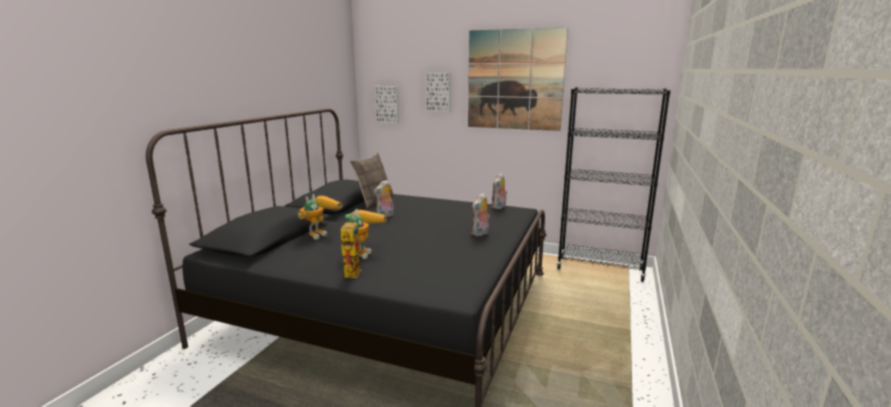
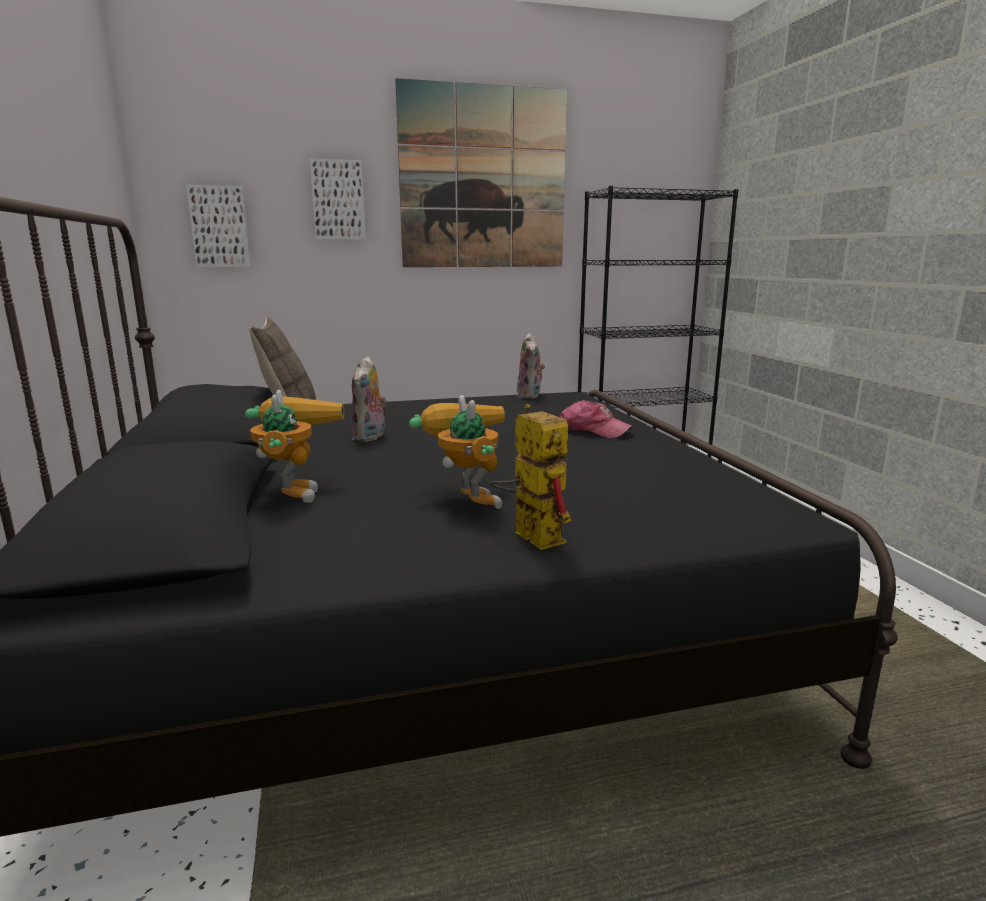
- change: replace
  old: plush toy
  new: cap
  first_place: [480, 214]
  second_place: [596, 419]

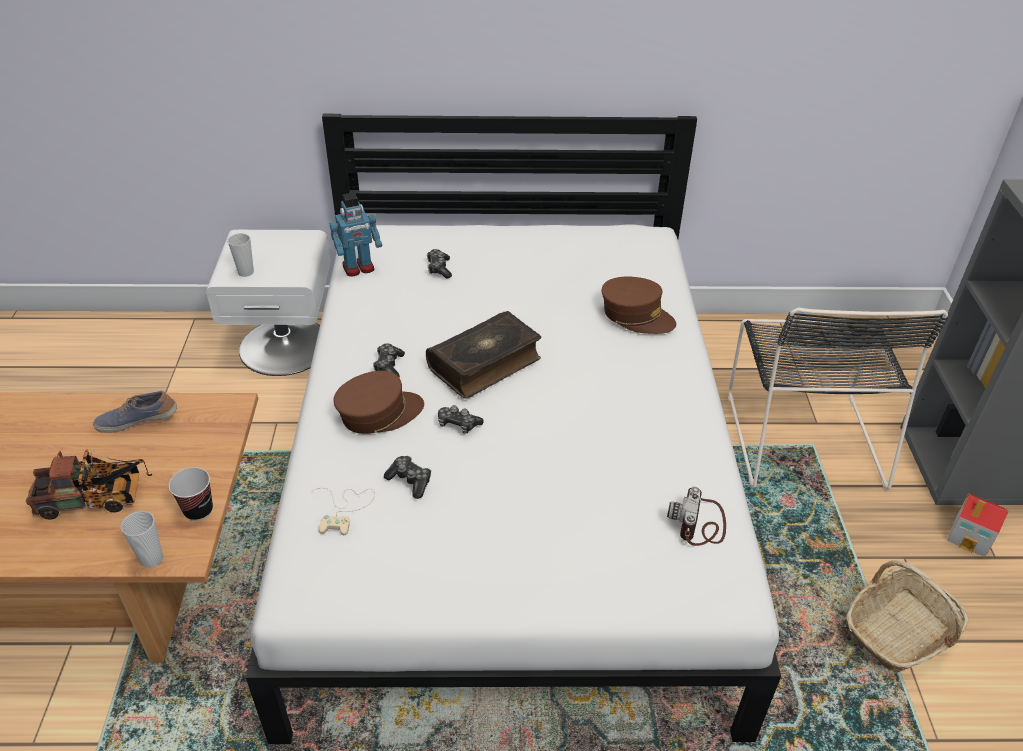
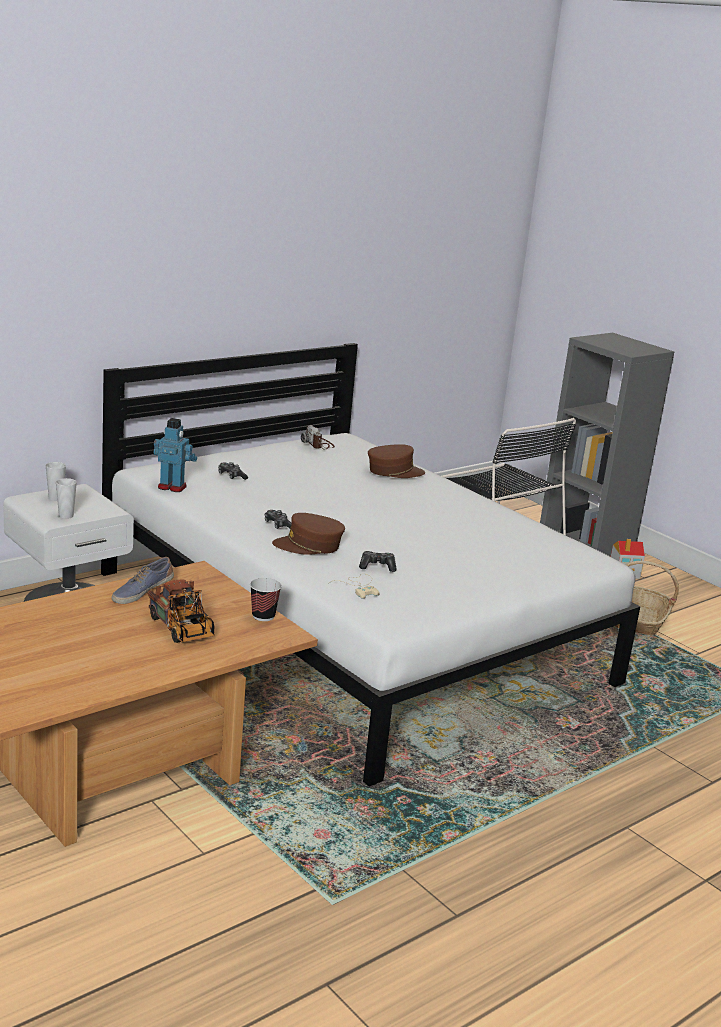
- change: move
  old: cup
  first_place: [141, 539]
  second_place: [56, 481]
- change: rotate
  old: toy truck
  first_place: [89, 485]
  second_place: [181, 611]
  degrees: 105
- change: rotate
  old: toy robot
  first_place: [356, 234]
  second_place: [175, 455]
  degrees: -105
- change: rotate
  old: brown cap
  first_place: [378, 402]
  second_place: [308, 534]
  degrees: -120
- change: move
  old: photo camera
  first_place: [696, 516]
  second_place: [318, 437]
- change: delete
  old: book
  first_place: [483, 355]
- change: delete
  old: game controller
  first_place: [461, 419]

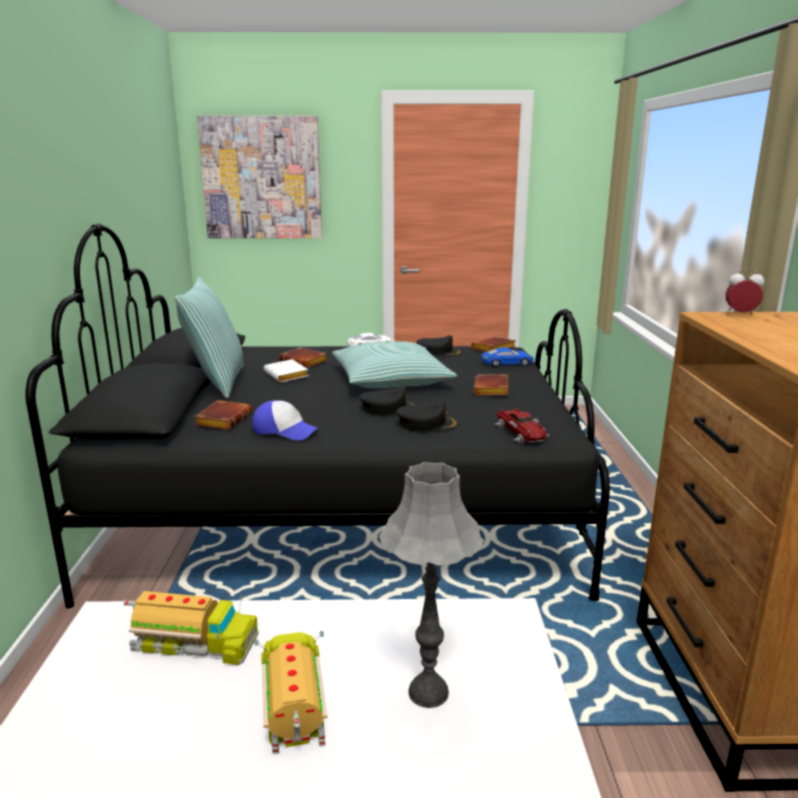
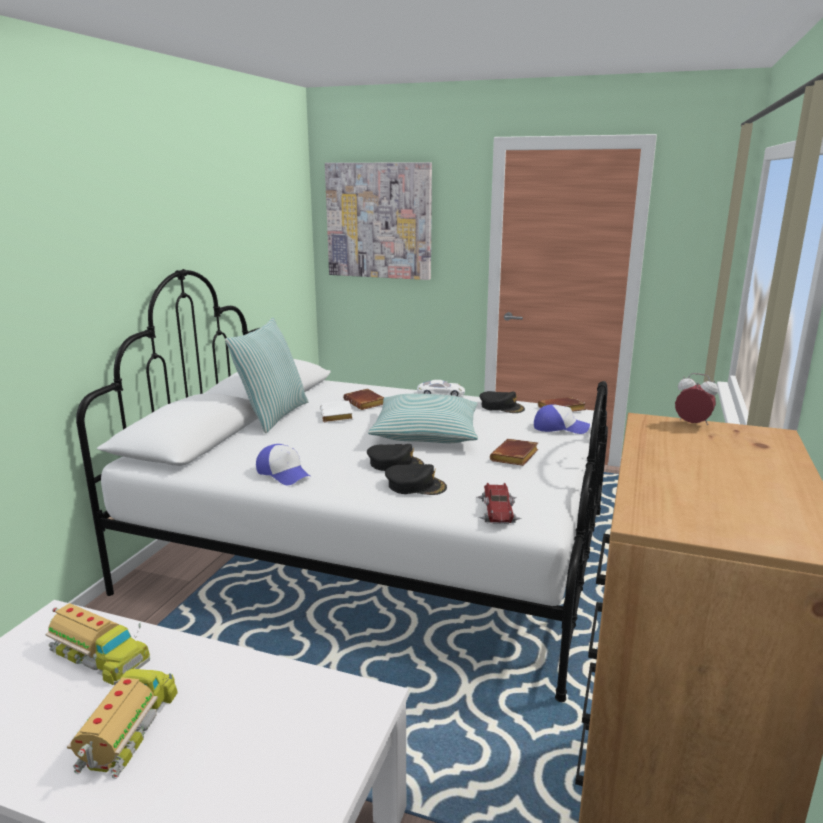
- change: recolor
  old: black bed
  new: white bed
  first_place: [317, 416]
  second_place: [342, 485]
- change: replace
  old: blue toy car
  new: cap
  first_place: [507, 357]
  second_place: [562, 419]
- change: delete
  old: brown book
  first_place: [223, 415]
- change: delete
  old: grey table lamp
  first_place: [431, 585]

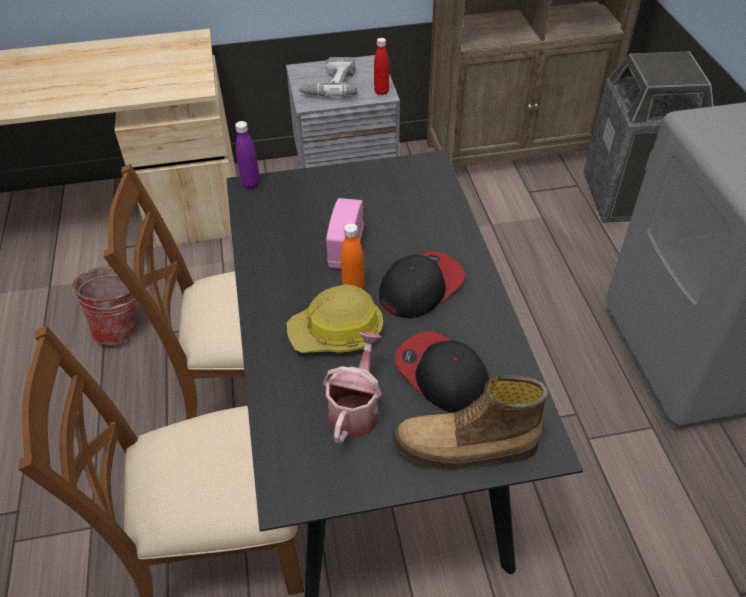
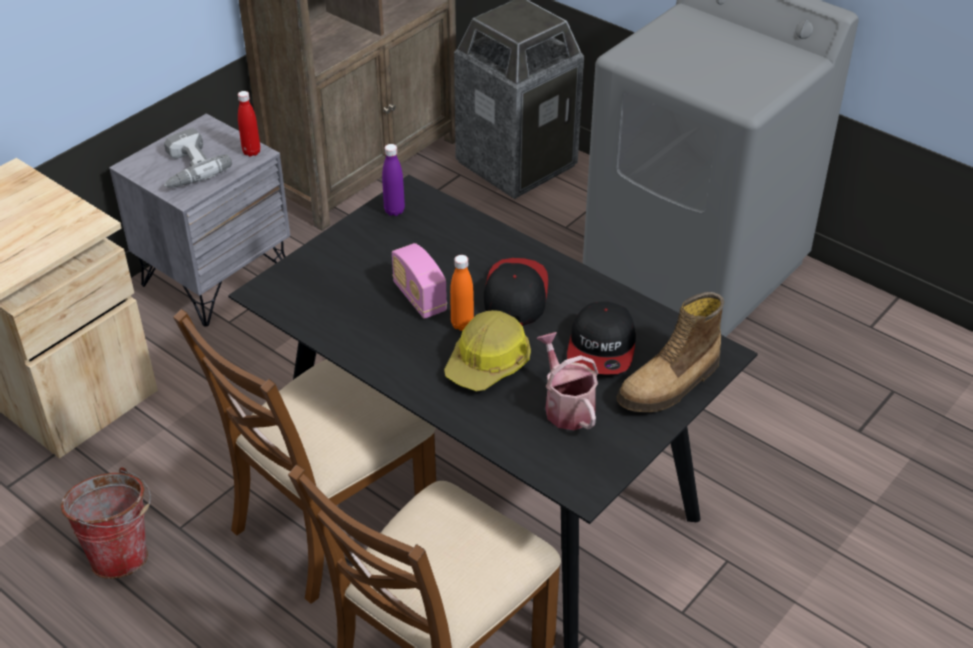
- change: move
  old: purple bottle
  first_place: [247, 155]
  second_place: [393, 180]
- change: rotate
  old: cap
  first_place: [442, 372]
  second_place: [601, 337]
  degrees: -90

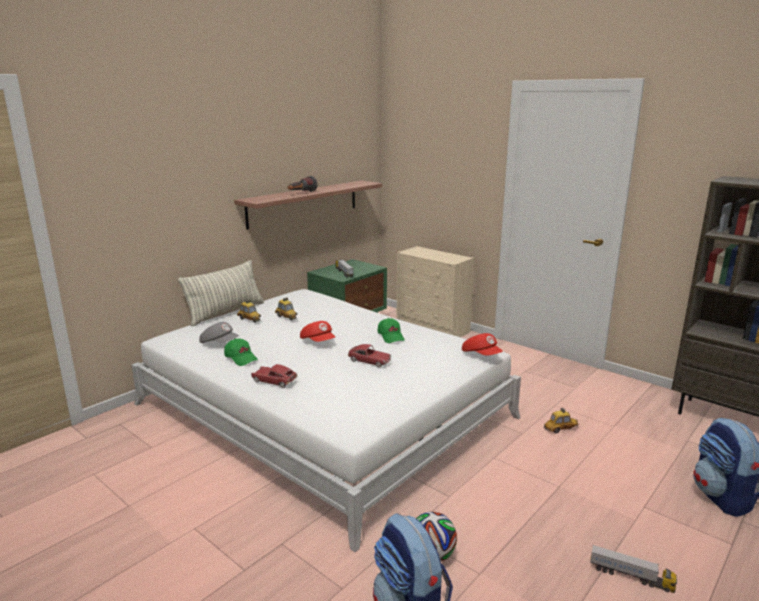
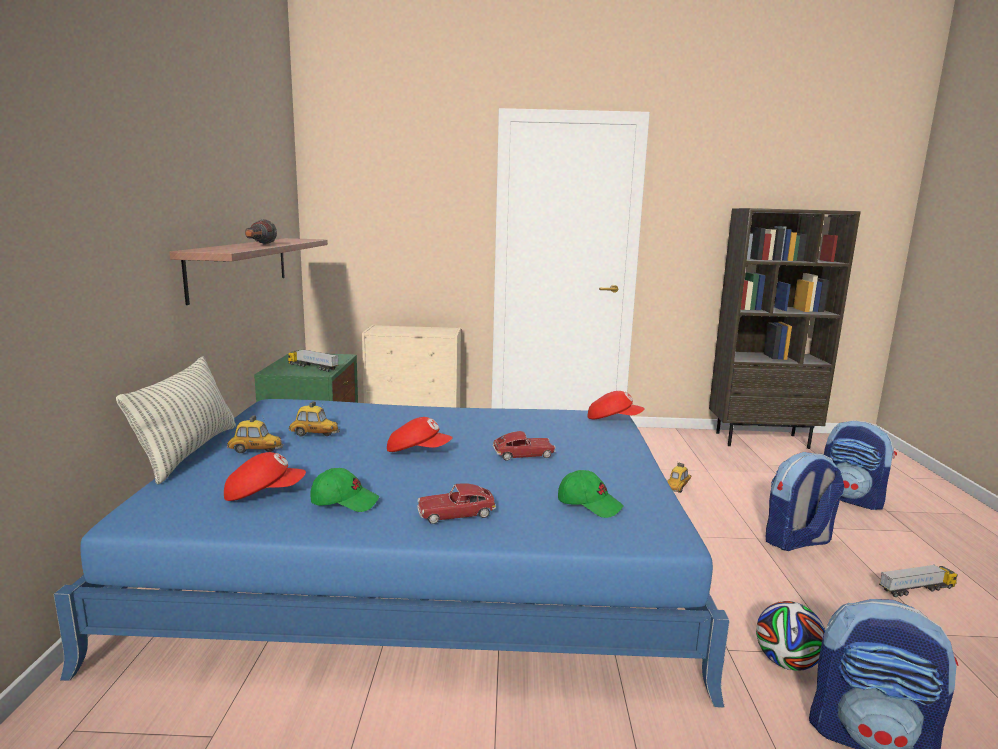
- change: recolor
  old: white bed
  new: blue bed
  first_place: [326, 420]
  second_place: [392, 553]
- change: recolor
  old: grey cap
  new: red cap
  first_place: [219, 332]
  second_place: [265, 476]
- change: move
  old: green cap
  first_place: [391, 330]
  second_place: [591, 494]
- change: insert
  new: backpack
  second_place: [805, 501]

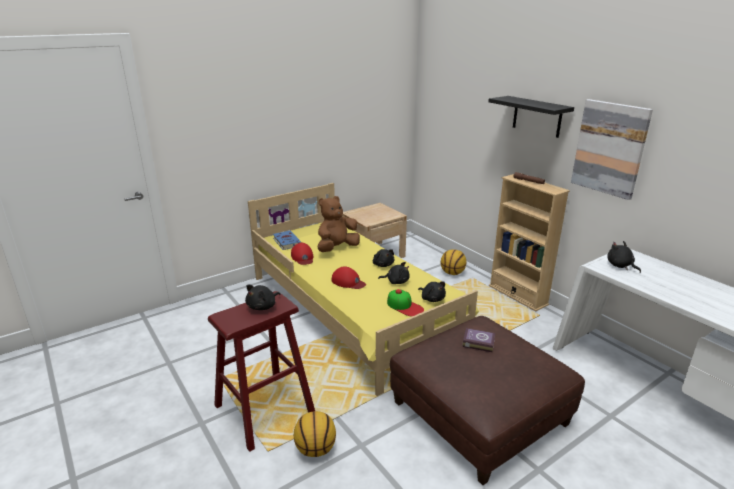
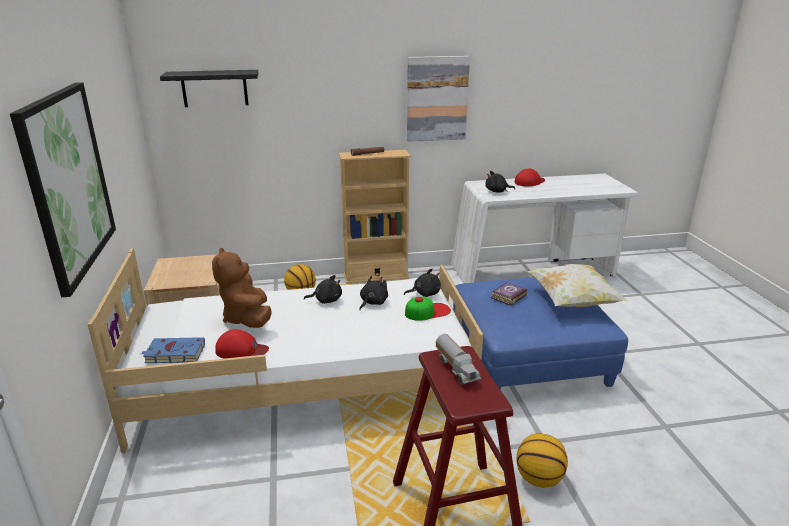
- change: insert
  new: picture
  second_place: [63, 189]
- change: recolor
  old: yellow bed
  new: white bed
  first_place: [363, 289]
  second_place: [285, 350]
- change: move
  old: black shelf
  first_place: [531, 117]
  second_place: [209, 88]
- change: replace
  old: black plush toy
  new: toy truck
  first_place: [262, 297]
  second_place: [458, 359]
- change: recolor
  old: brown ottoman
  new: blue ottoman
  first_place: [487, 400]
  second_place: [540, 333]
- change: move
  old: red cap
  first_place: [349, 277]
  second_place: [530, 178]
- change: insert
  new: pillow
  second_place: [577, 285]

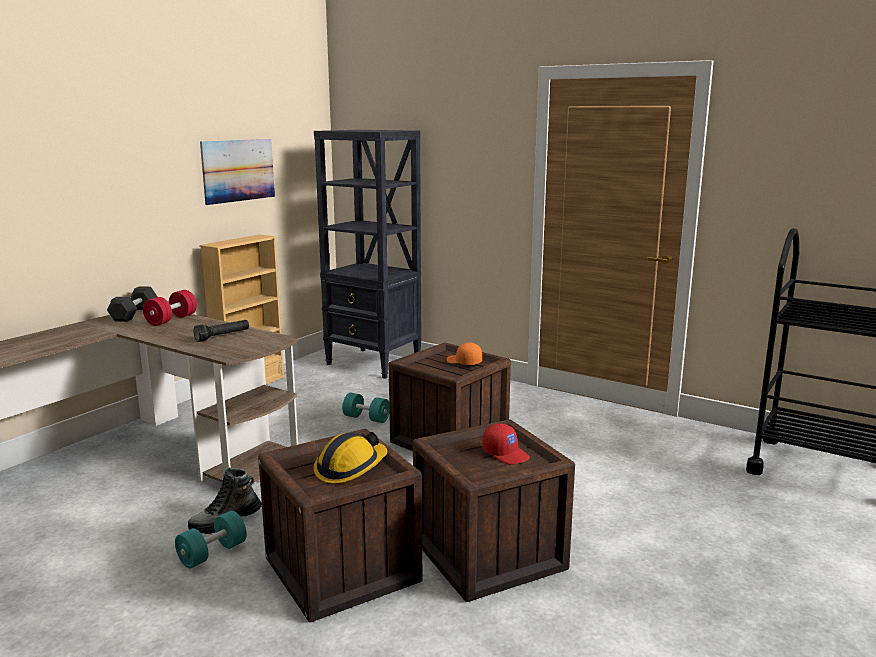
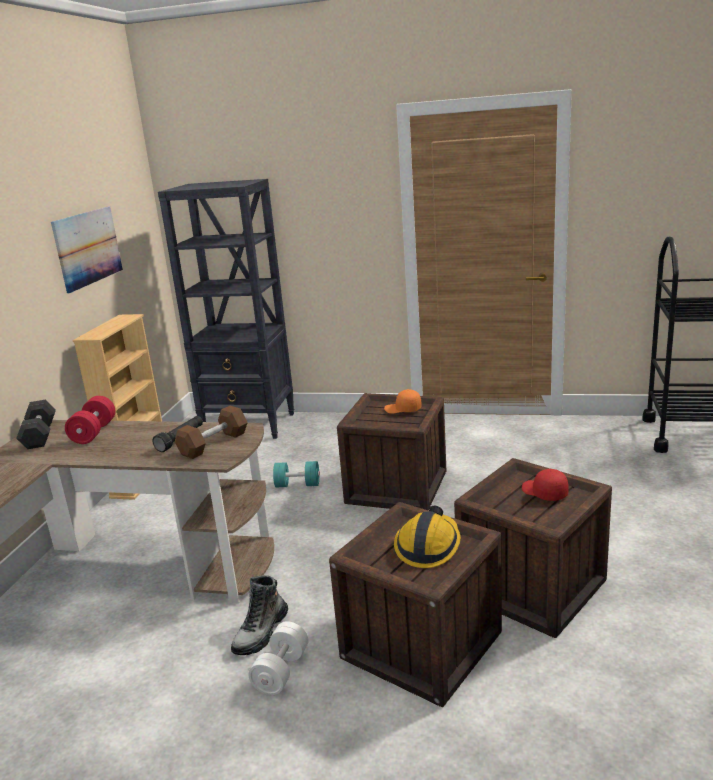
- change: insert
  new: brown dumbbell
  second_place: [211, 432]
- change: recolor
  old: turquoise dumbbell
  new: white dumbbell
  first_place: [211, 539]
  second_place: [278, 658]
- change: rotate
  old: red cap
  first_place: [506, 444]
  second_place: [545, 485]
  degrees: -150

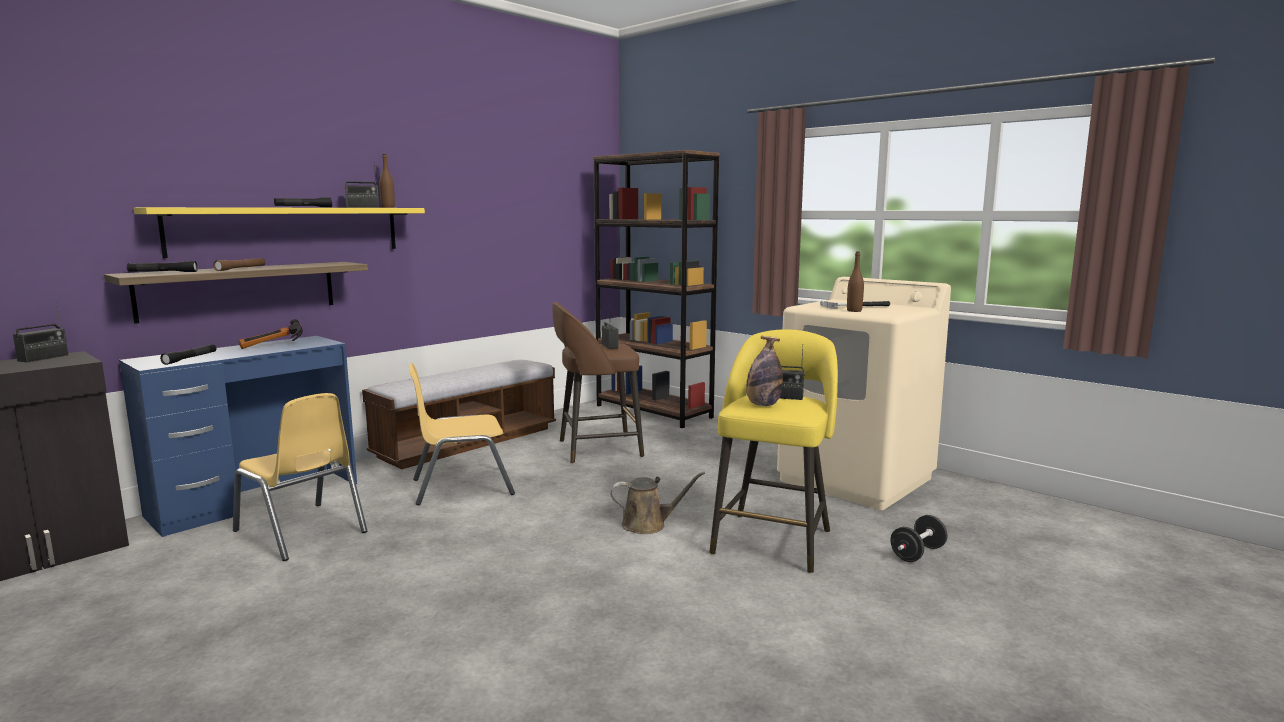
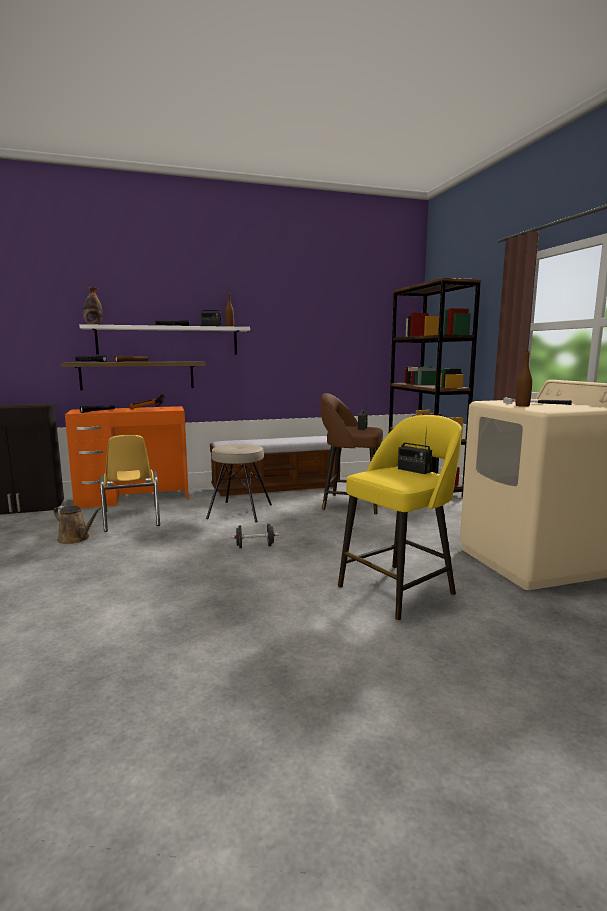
- change: move
  old: brown watering can
  first_place: [658, 503]
  second_place: [77, 524]
- change: recolor
  old: blue desk
  new: orange desk
  first_place: [238, 436]
  second_place: [127, 457]
- change: recolor
  old: yellow shelf
  new: white shelf
  first_place: [279, 232]
  second_place: [164, 339]
- change: move
  old: bottle
  first_place: [764, 371]
  second_place: [93, 305]
- change: replace
  old: yellow chair
  new: beige stool
  first_place: [462, 434]
  second_place: [239, 483]
- change: move
  old: black dumbbell
  first_place: [919, 538]
  second_place: [255, 536]
- change: delete
  old: radio
  first_place: [41, 331]

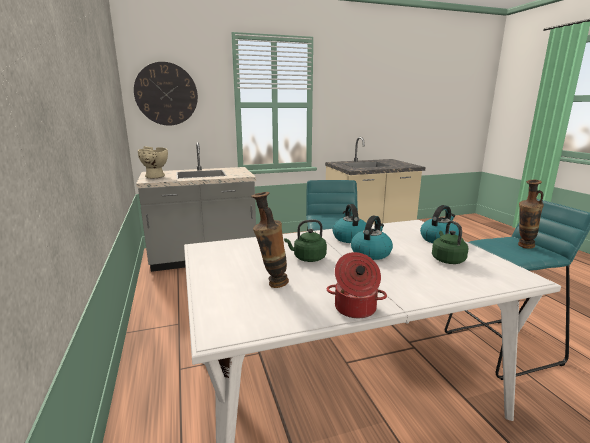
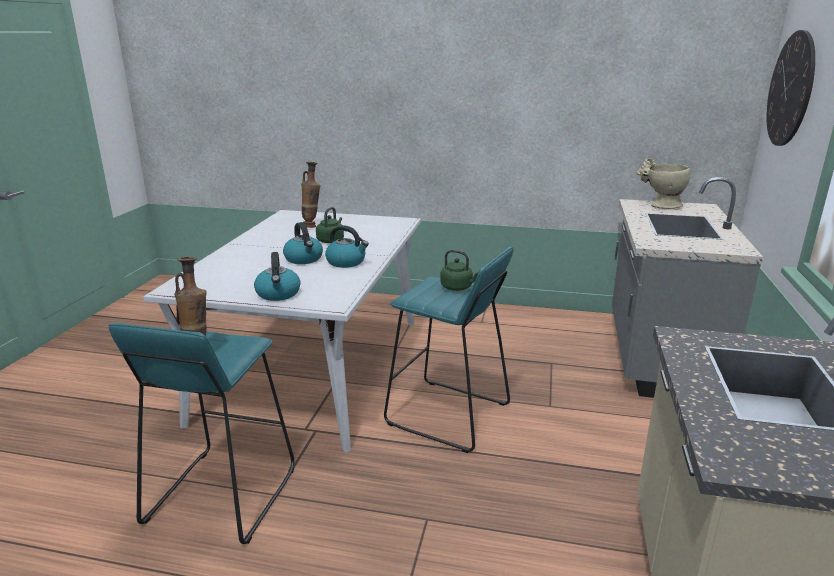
- change: move
  old: green kettle
  first_place: [450, 242]
  second_place: [459, 270]
- change: delete
  old: cooking pot
  first_place: [357, 285]

